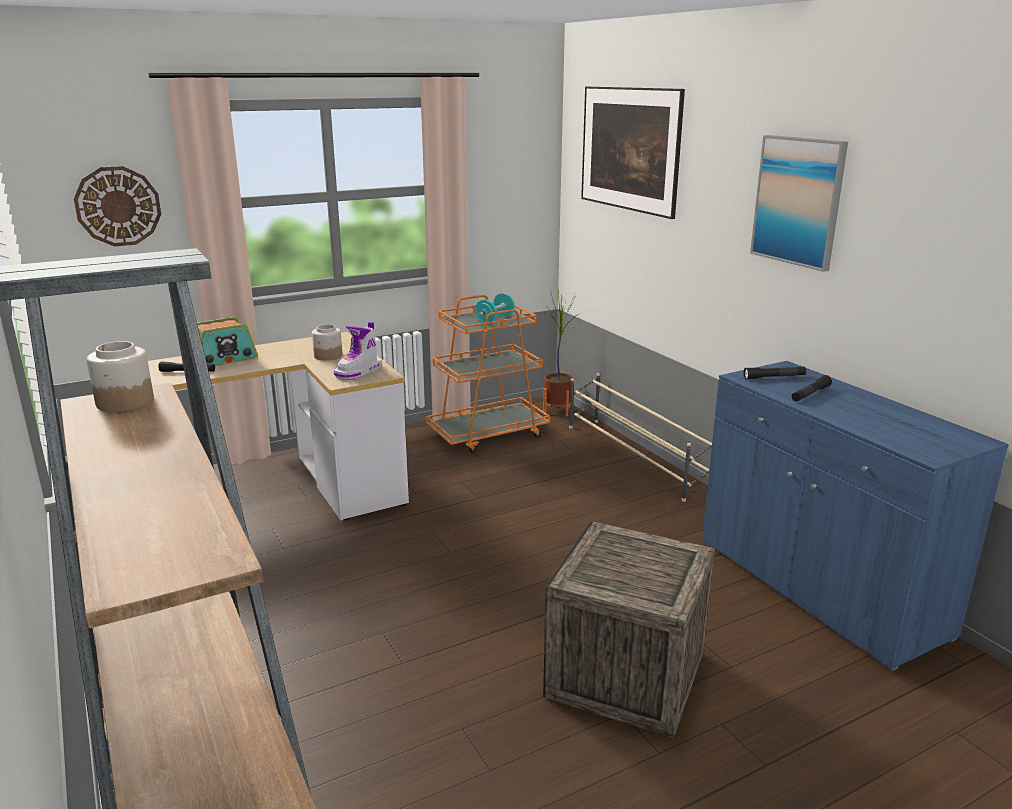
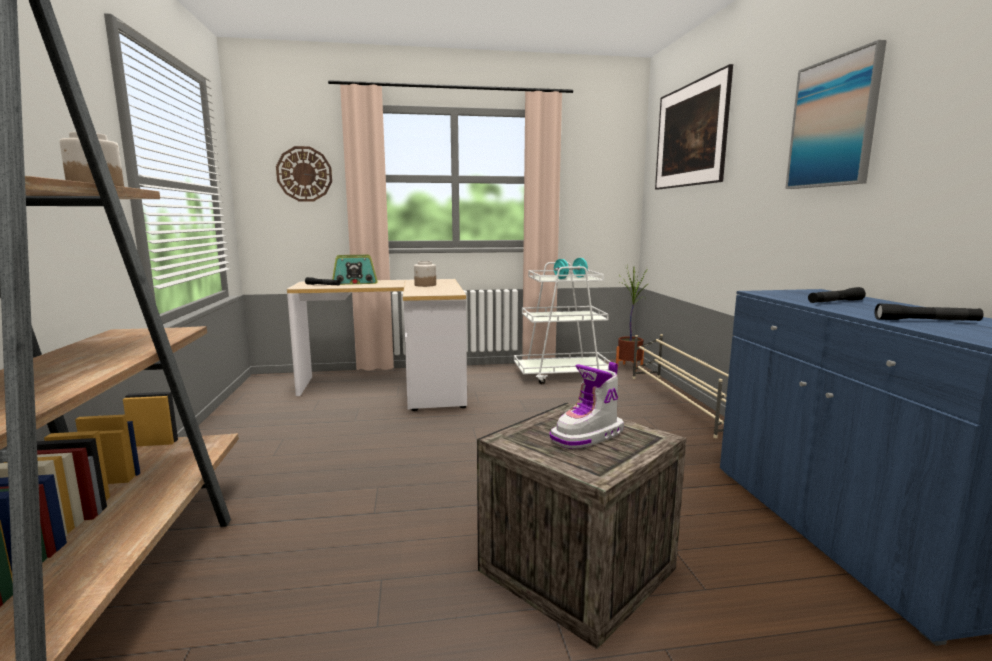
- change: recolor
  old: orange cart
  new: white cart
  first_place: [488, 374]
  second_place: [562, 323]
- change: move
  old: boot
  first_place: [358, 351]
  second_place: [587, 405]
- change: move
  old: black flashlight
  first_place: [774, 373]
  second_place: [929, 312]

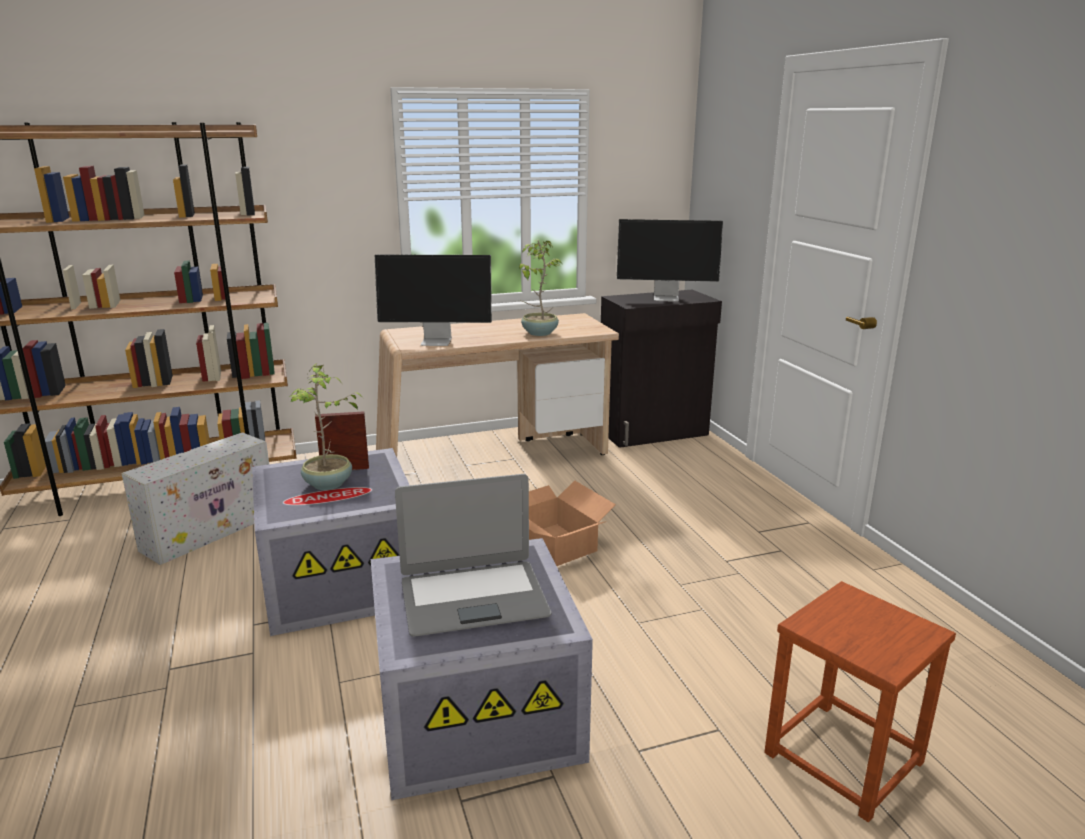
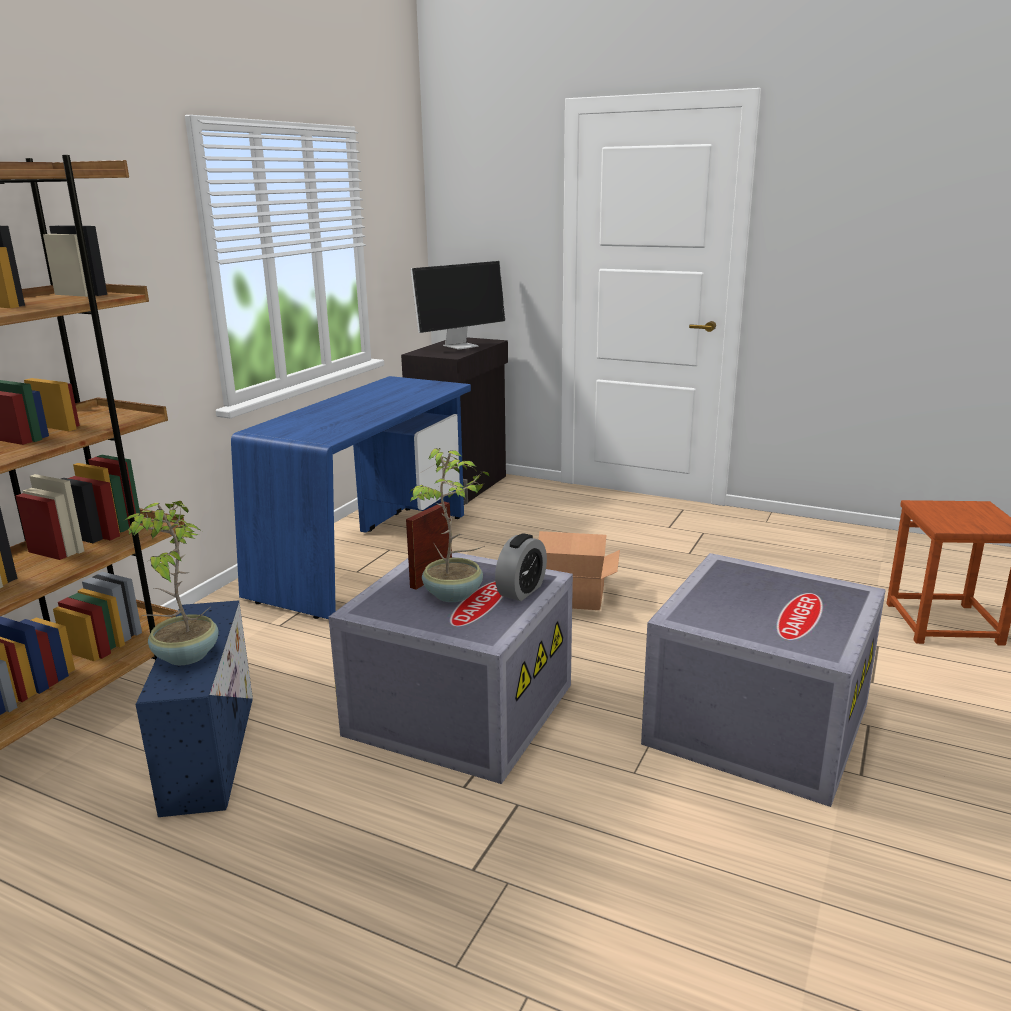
- change: move
  old: potted plant
  first_place: [540, 288]
  second_place: [170, 583]
- change: recolor
  old: white storage box
  new: blue storage box
  first_place: [195, 499]
  second_place: [194, 708]
- change: recolor
  old: beige desk
  new: blue desk
  first_place: [497, 385]
  second_place: [351, 497]
- change: insert
  new: alarm clock
  second_place: [521, 567]
- change: delete
  old: monitor
  first_place: [433, 300]
- change: delete
  old: laptop
  first_place: [473, 555]

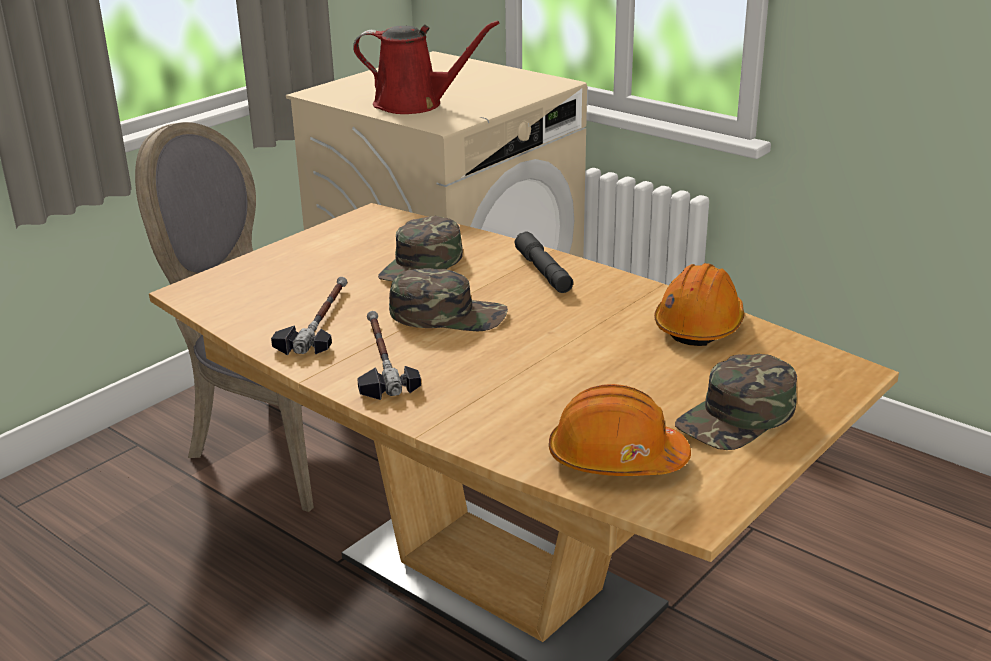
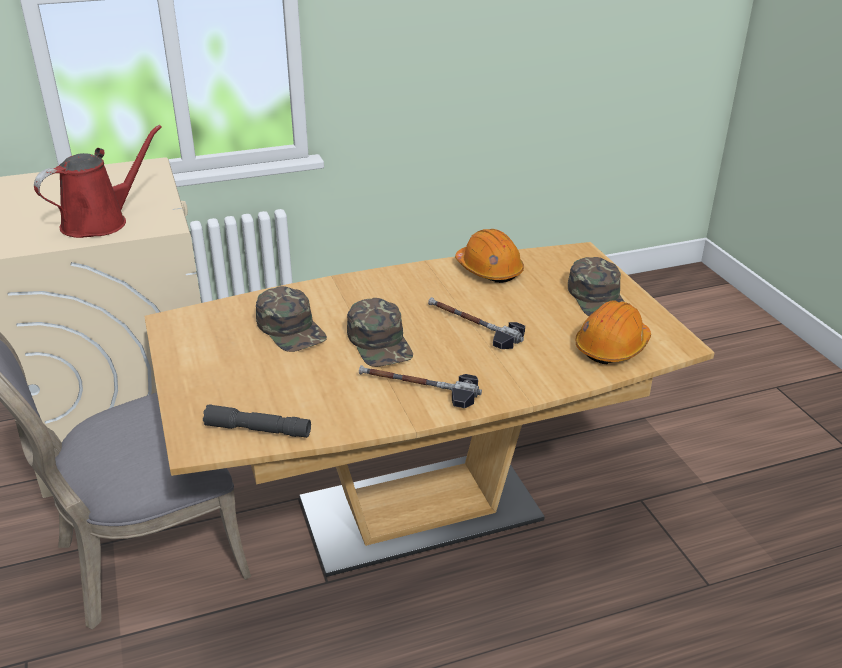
- change: move
  old: grey flashlight
  first_place: [543, 262]
  second_place: [257, 421]
- change: rotate
  old: green cap
  first_place: [448, 299]
  second_place: [380, 332]
  degrees: 120
- change: move
  old: hammer
  first_place: [309, 316]
  second_place: [476, 323]

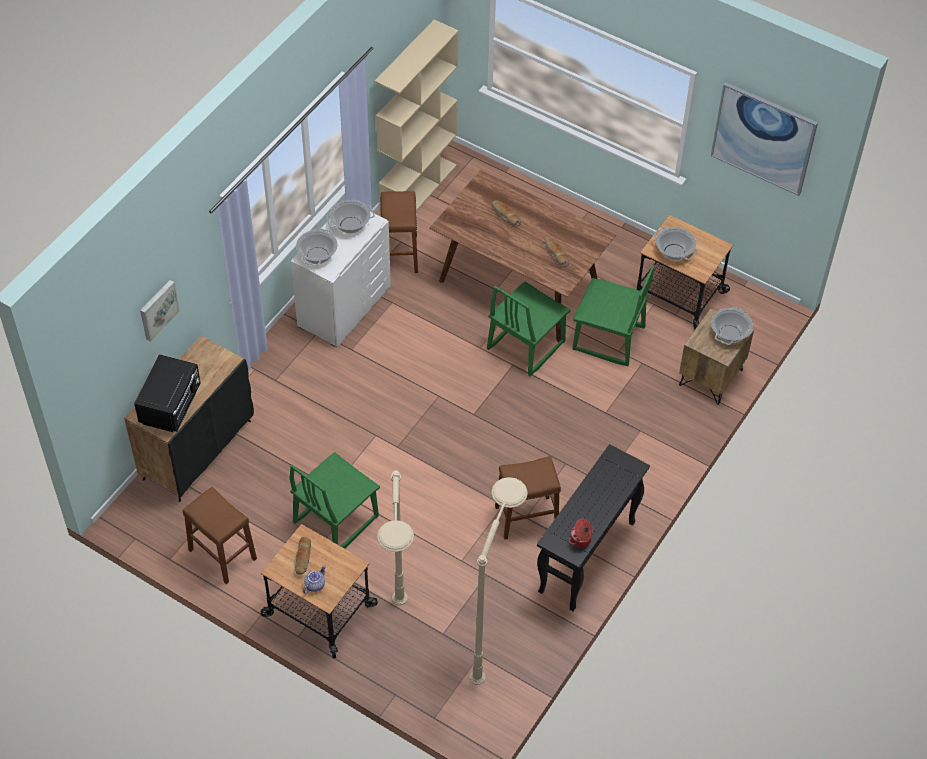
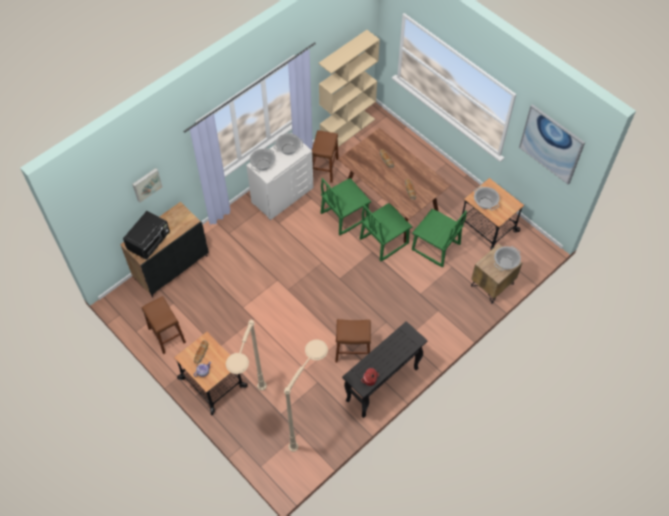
- change: move
  old: green chair
  first_place: [335, 500]
  second_place: [346, 206]

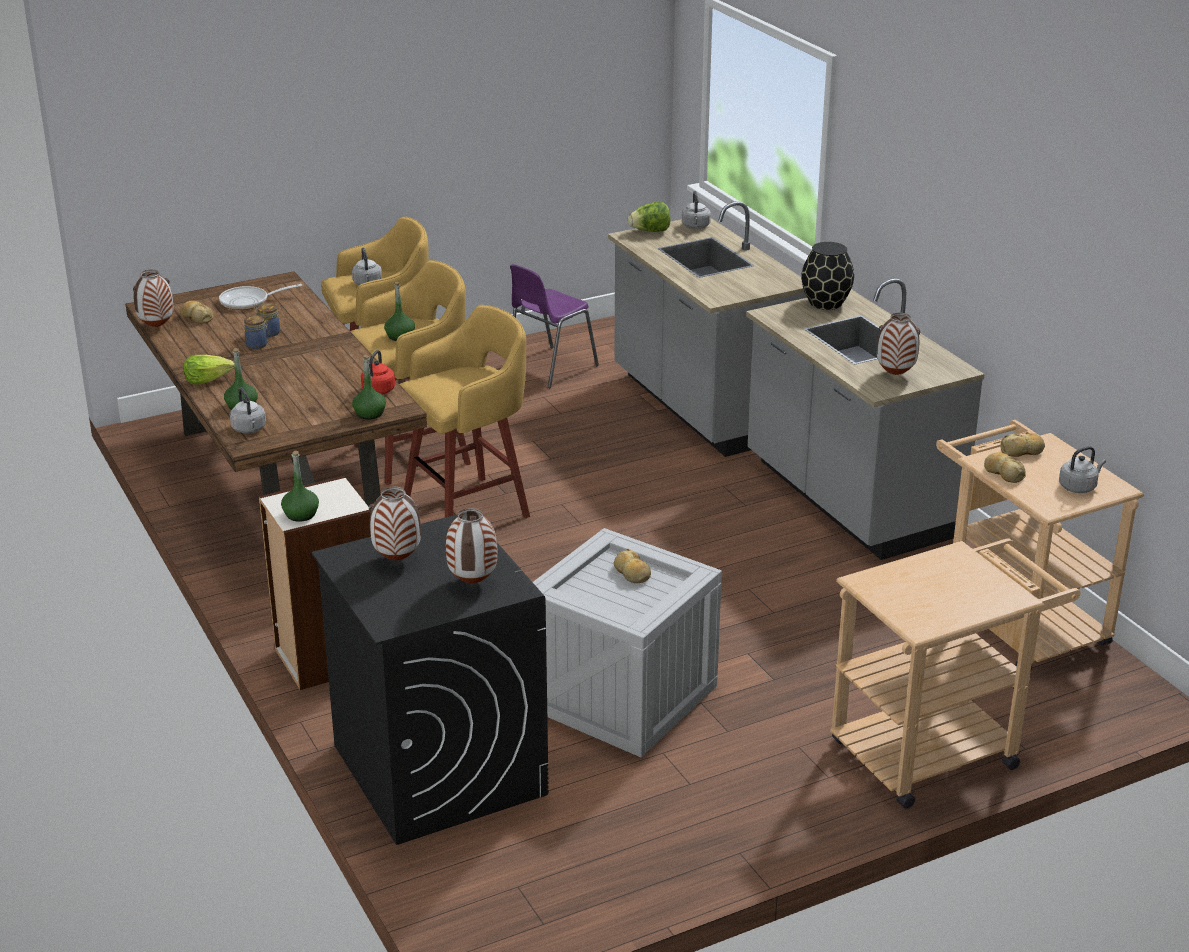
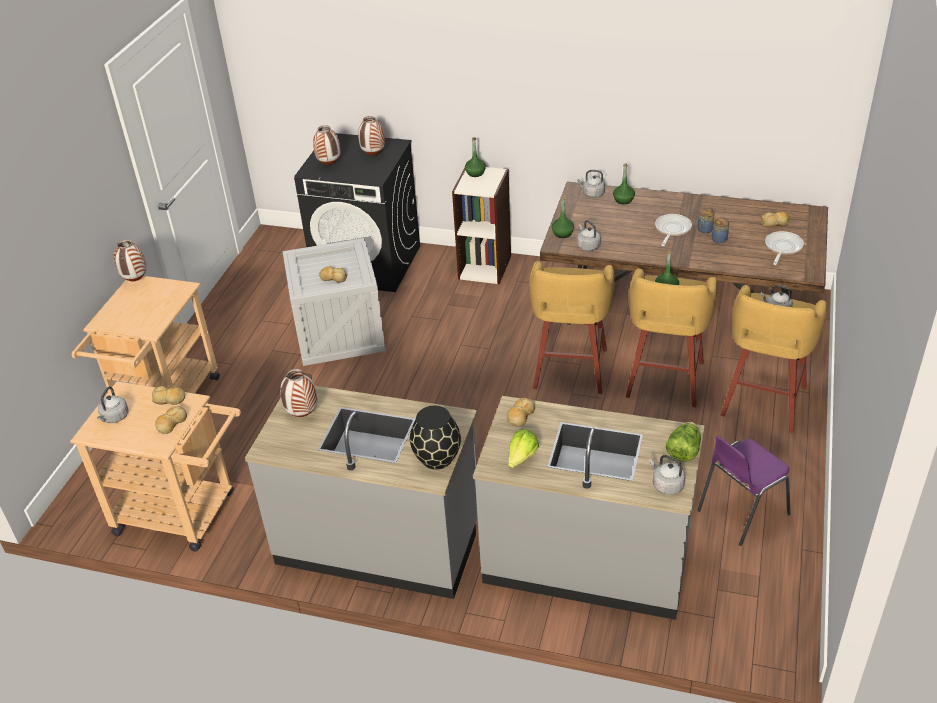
- change: move
  old: vase
  first_place: [153, 298]
  second_place: [130, 260]
- change: insert
  new: bread
  second_place: [521, 412]
- change: move
  old: lettuce
  first_place: [209, 370]
  second_place: [523, 448]
- change: recolor
  old: red kettle
  new: grey kettle
  first_place: [378, 372]
  second_place: [589, 235]
- change: insert
  new: frying pan
  second_place: [673, 230]
- change: rotate
  old: purple chair
  first_place: [554, 326]
  second_place: [744, 491]
  degrees: -120

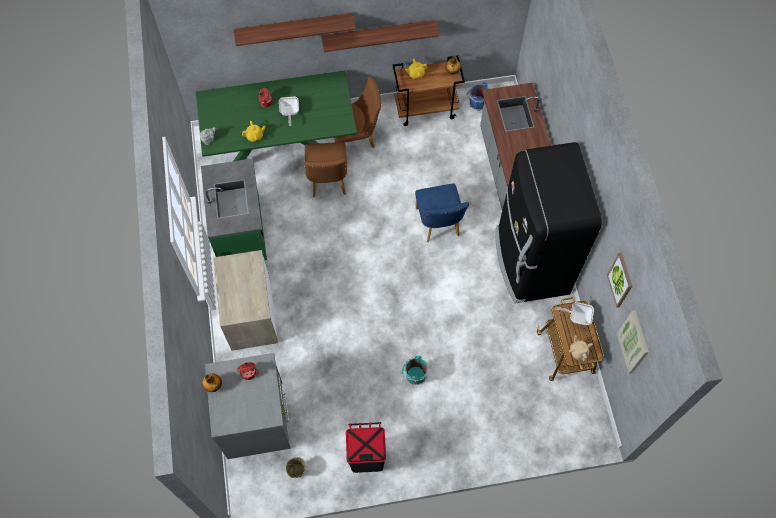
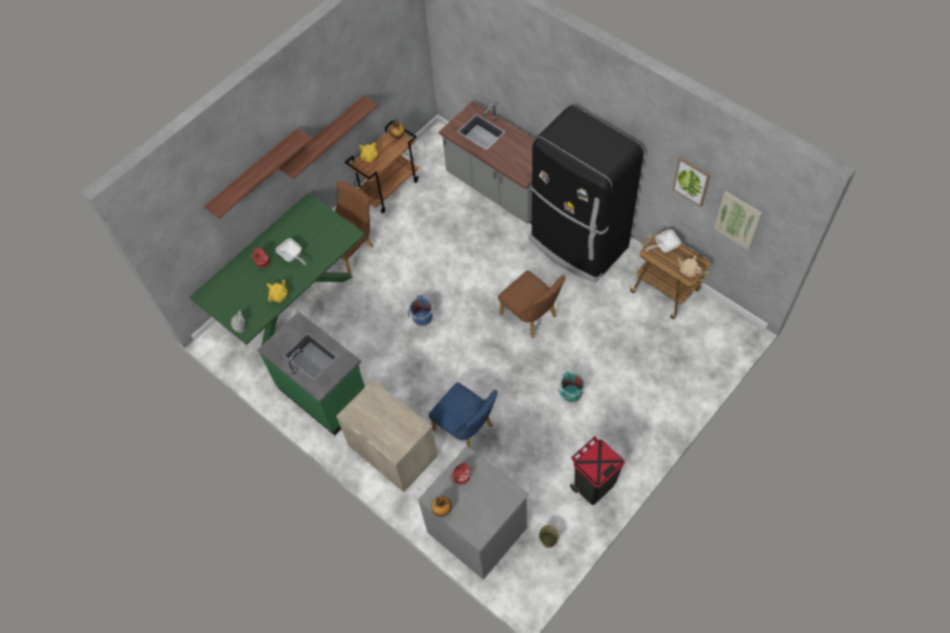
- change: move
  old: blue bucket
  first_place: [477, 96]
  second_place: [420, 311]
- change: move
  old: blue chair
  first_place: [442, 212]
  second_place: [463, 415]
- change: move
  old: brown chair
  first_place: [325, 169]
  second_place: [531, 304]

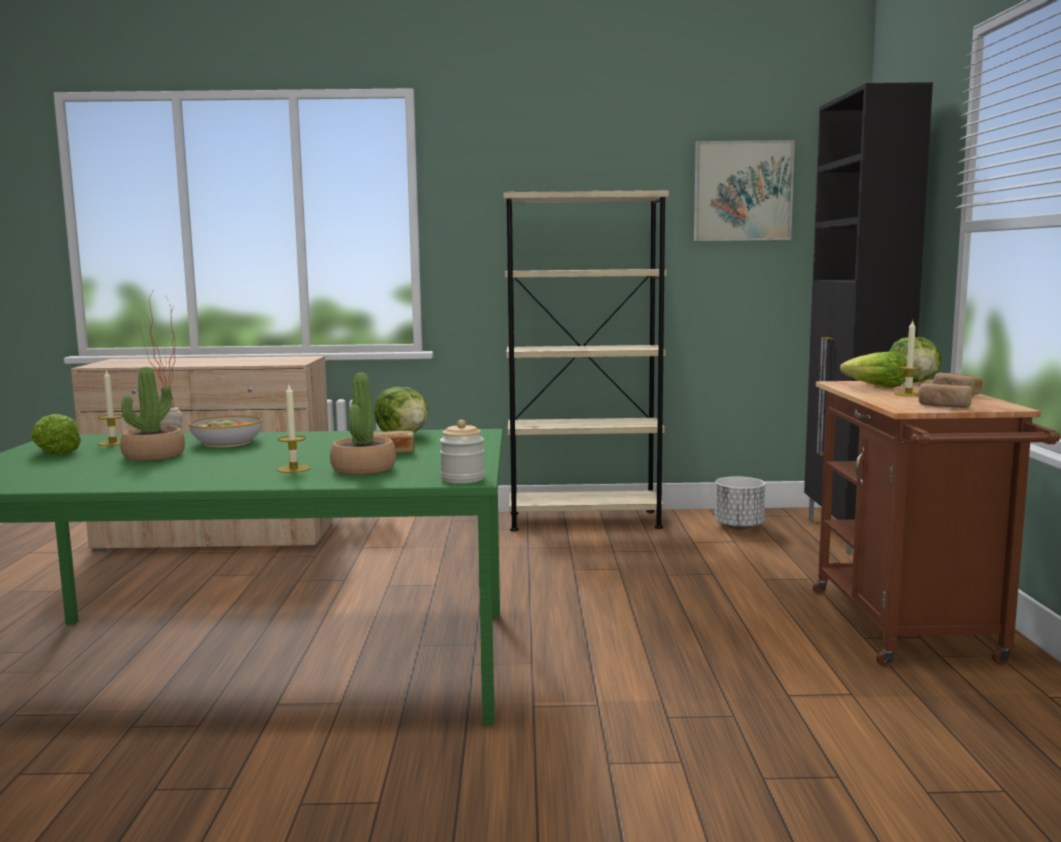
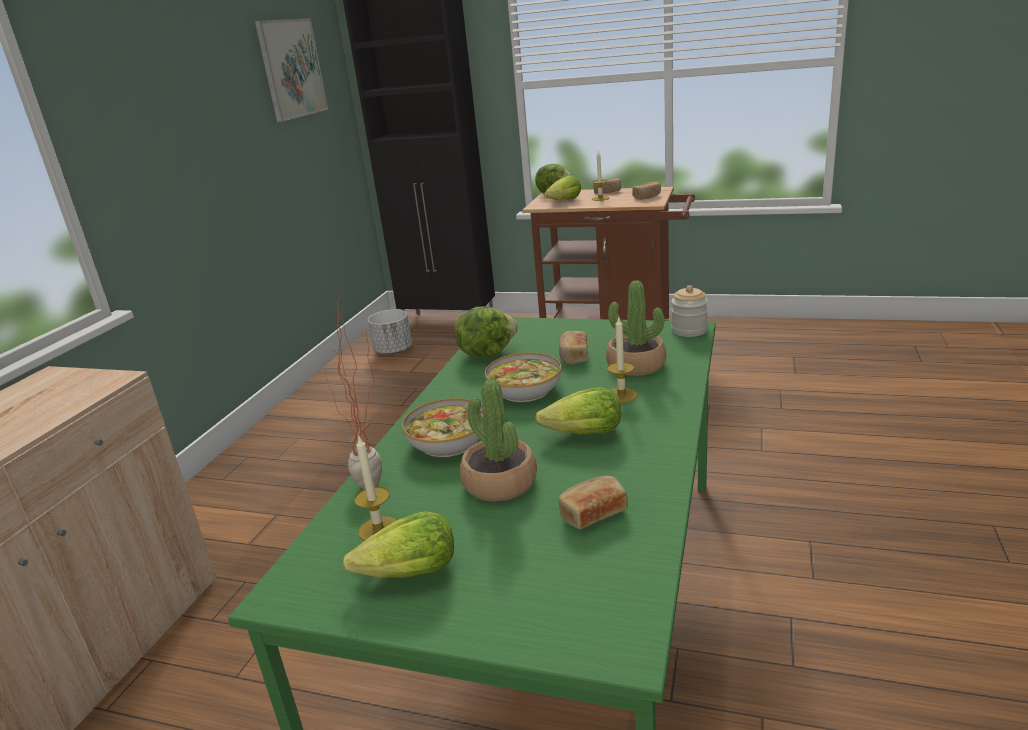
- change: insert
  new: bowl
  second_place: [523, 377]
- change: insert
  new: lettuce
  second_place: [578, 411]
- change: insert
  new: bread
  second_place: [593, 502]
- change: delete
  old: beige bookcase
  first_place: [586, 360]

